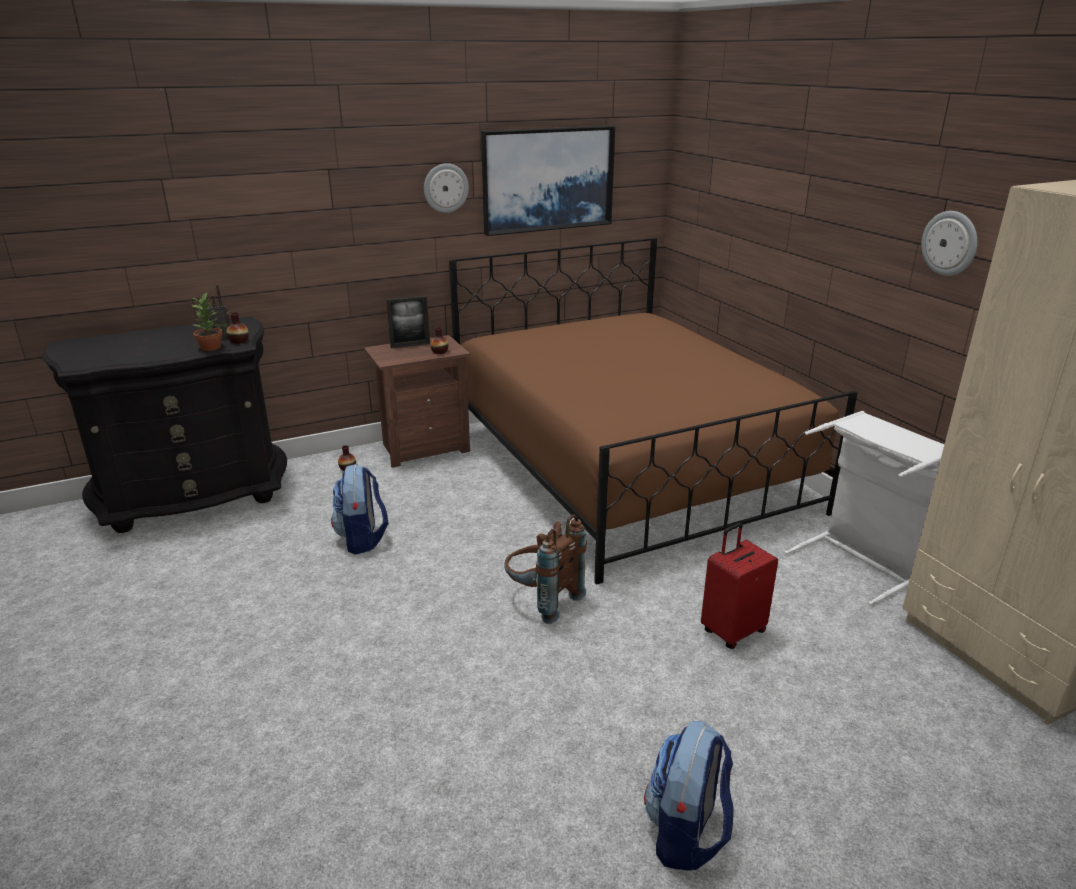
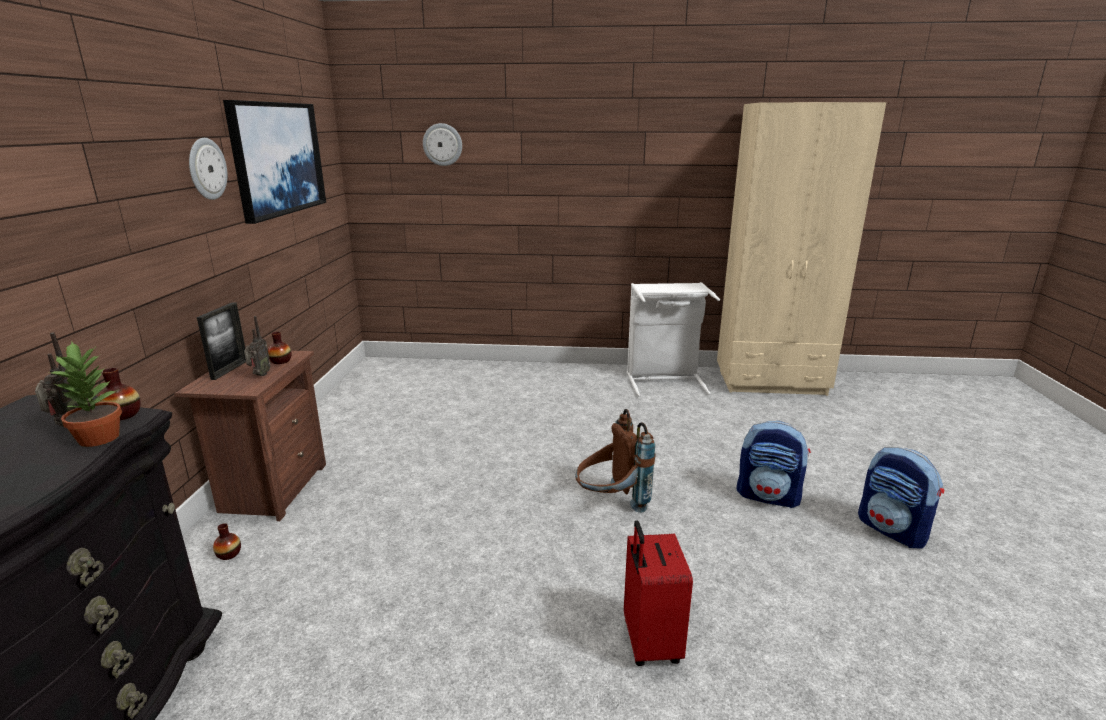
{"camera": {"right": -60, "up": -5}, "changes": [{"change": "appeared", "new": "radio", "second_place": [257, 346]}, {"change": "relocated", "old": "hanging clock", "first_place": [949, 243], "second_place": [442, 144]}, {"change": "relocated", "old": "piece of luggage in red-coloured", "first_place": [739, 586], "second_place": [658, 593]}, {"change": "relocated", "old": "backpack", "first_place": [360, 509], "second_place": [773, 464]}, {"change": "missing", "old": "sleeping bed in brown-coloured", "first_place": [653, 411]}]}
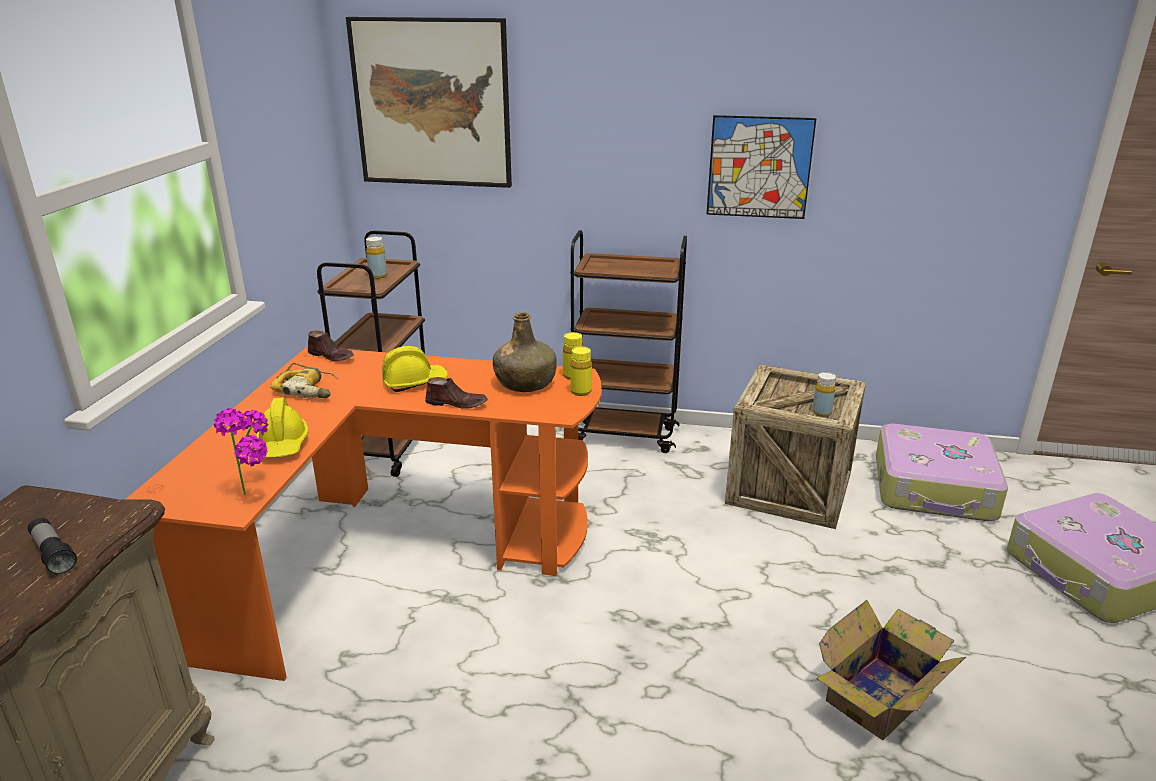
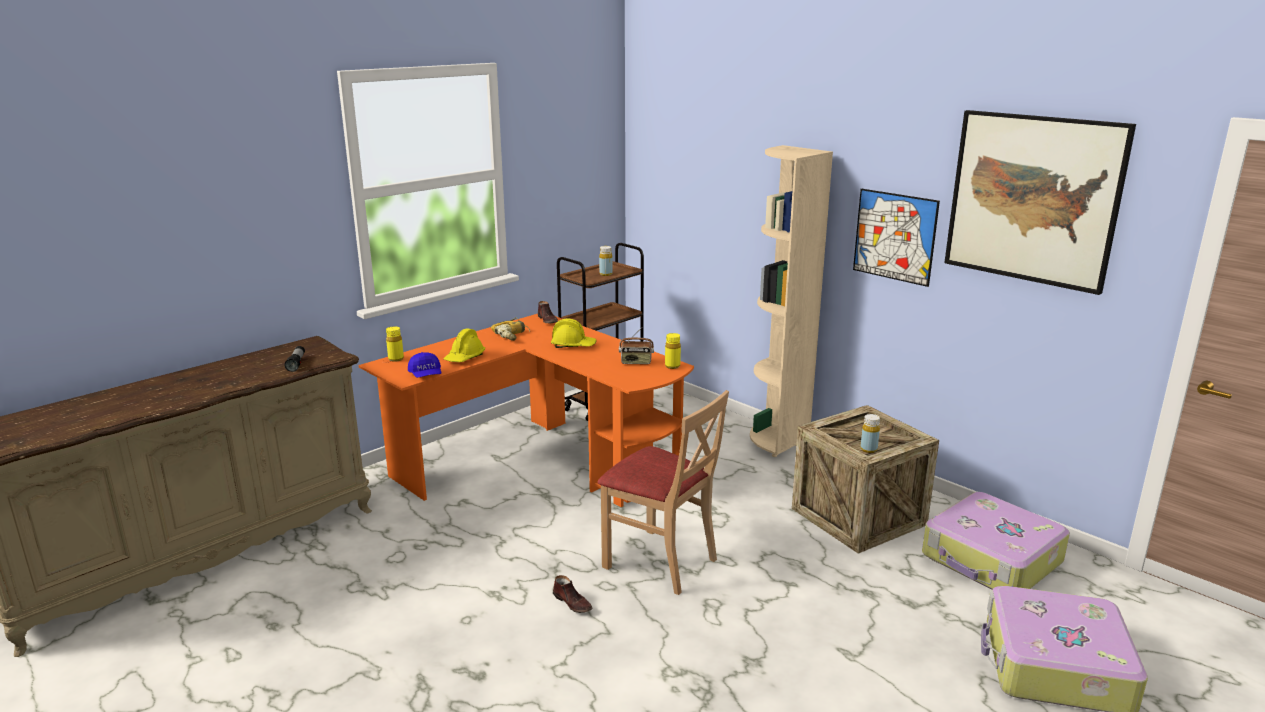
{"camera": {"right": 35, "up": -5}, "changes": [{"change": "relocated", "old": "beverage bottle in yellowish", "first_place": [581, 371], "second_place": [395, 344]}, {"change": "exchanged", "old": "houseplant", "new": "peaked cap in blue-coloured", "first_place": [241, 451], "second_place": [425, 365]}, {"change": "relocated", "old": "shoe in brown-coloured", "first_place": [456, 392], "second_place": [572, 594]}, {"change": "appeared", "new": "upright chair in beige", "second_place": [663, 492]}, {"change": "exchanged", "old": "beverage bottle in green", "new": "radio", "first_place": [525, 352], "second_place": [636, 345]}, {"change": "exchanged", "old": "trolley in brown-coloured", "new": "bookcase in beige", "first_place": [628, 341], "second_place": [791, 301]}, {"change": "relocated", "old": "wall art", "first_place": [429, 102], "second_place": [1040, 202]}, {"change": "missing", "old": "packing box", "first_place": [891, 670]}]}
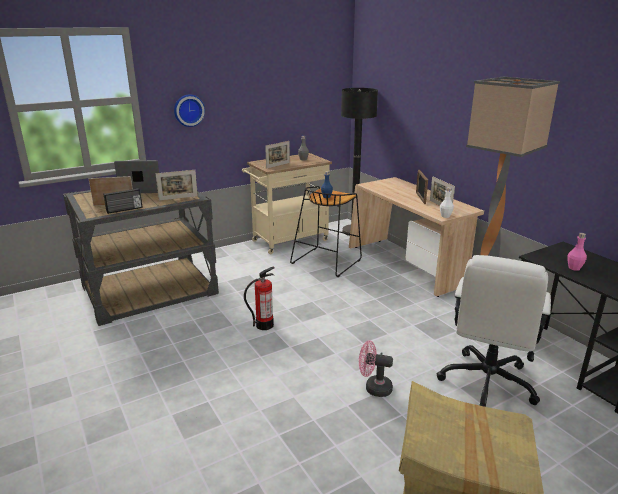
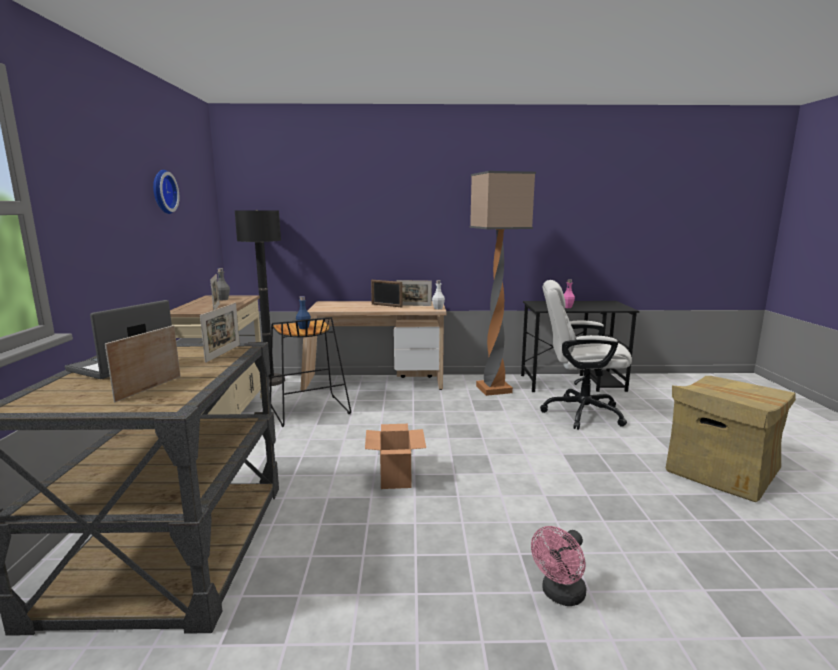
{"camera": {"right": -60, "up": -10}, "changes": [{"change": "relocated", "old": "hanging clock", "first_place": [189, 110], "second_place": [166, 192]}, {"change": "exchanged", "old": "fire extinguisher", "new": "packing box", "first_place": [259, 298], "second_place": [395, 456]}, {"change": "relocated", "old": "fan in pink-coloured", "first_place": [376, 368], "second_place": [558, 566]}, {"change": "spun", "old": "desk chair in whitish", "first_place": [494, 331], "second_place": [586, 355], "degrees": 135}, {"change": "missing", "old": "radio", "first_place": [122, 201]}]}
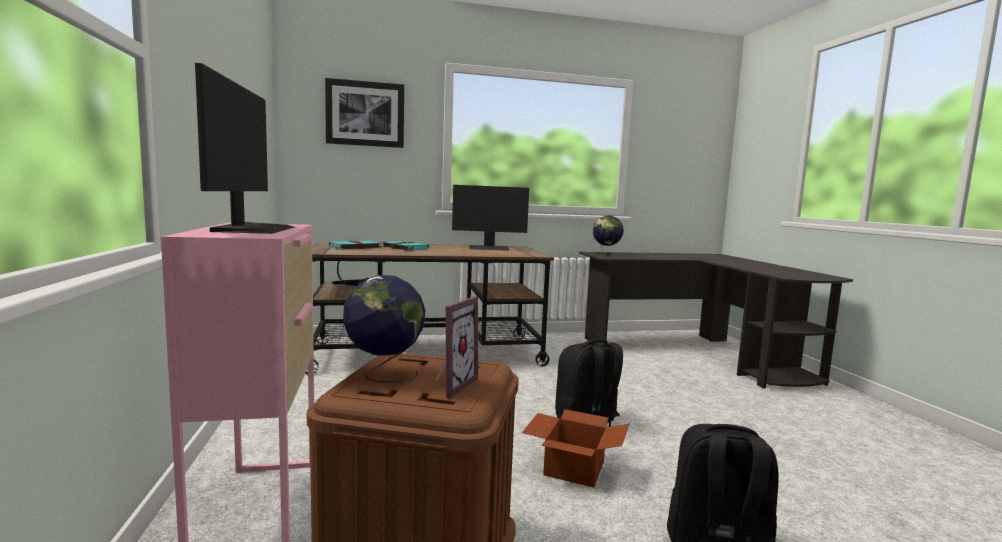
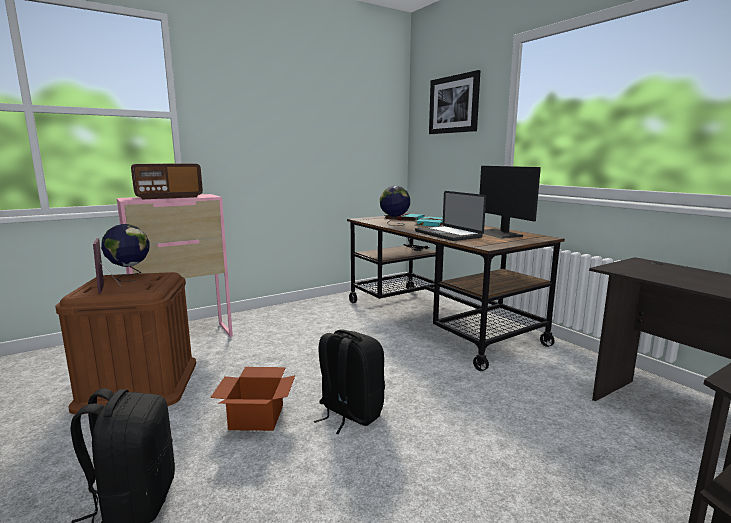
{"camera": {"right": 70, "up": 5}, "changes": [{"change": "spun", "old": "picture frame", "first_place": [456, 347], "second_place": [107, 266], "degrees": 60}, {"change": "exchanged", "old": "computer display", "new": "radio", "first_place": [244, 148], "second_place": [167, 181]}, {"change": "relocated", "old": "desk globe", "first_place": [608, 235], "second_place": [395, 206]}, {"change": "appeared", "new": "laptop", "second_place": [450, 216]}]}
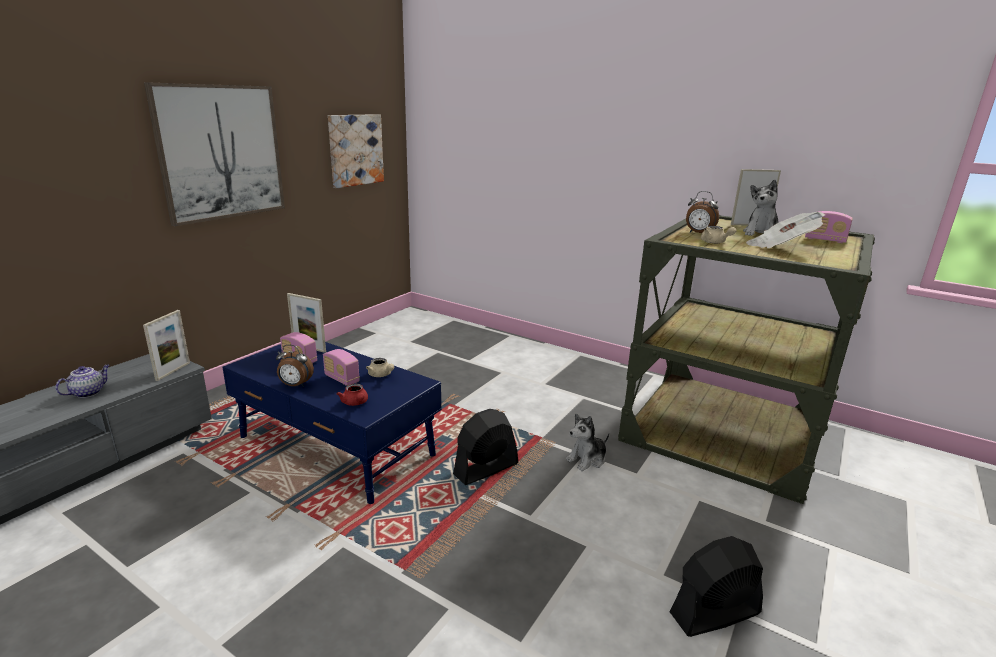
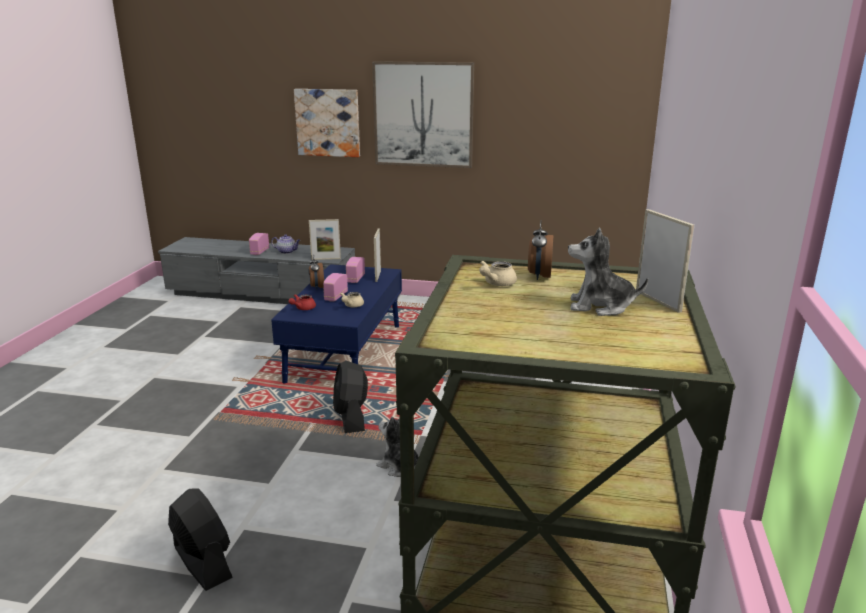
{"camera": {"right": 70, "up": 0}, "changes": [{"change": "relocated", "old": "radio", "first_place": [829, 227], "second_place": [259, 244]}, {"change": "relocated", "old": "wall art", "first_place": [356, 151], "second_place": [327, 123]}, {"change": "spun", "old": "fan in black", "first_place": [485, 447], "second_place": [350, 397], "degrees": -135}, {"change": "missing", "old": "daily paper", "first_place": [785, 230]}]}
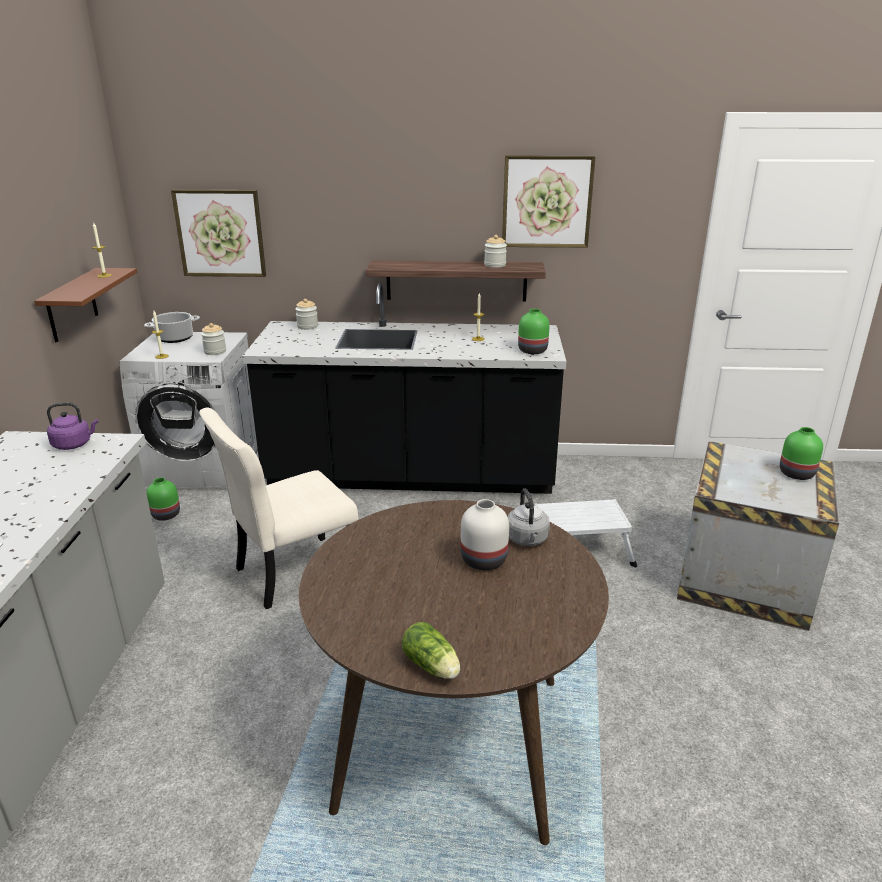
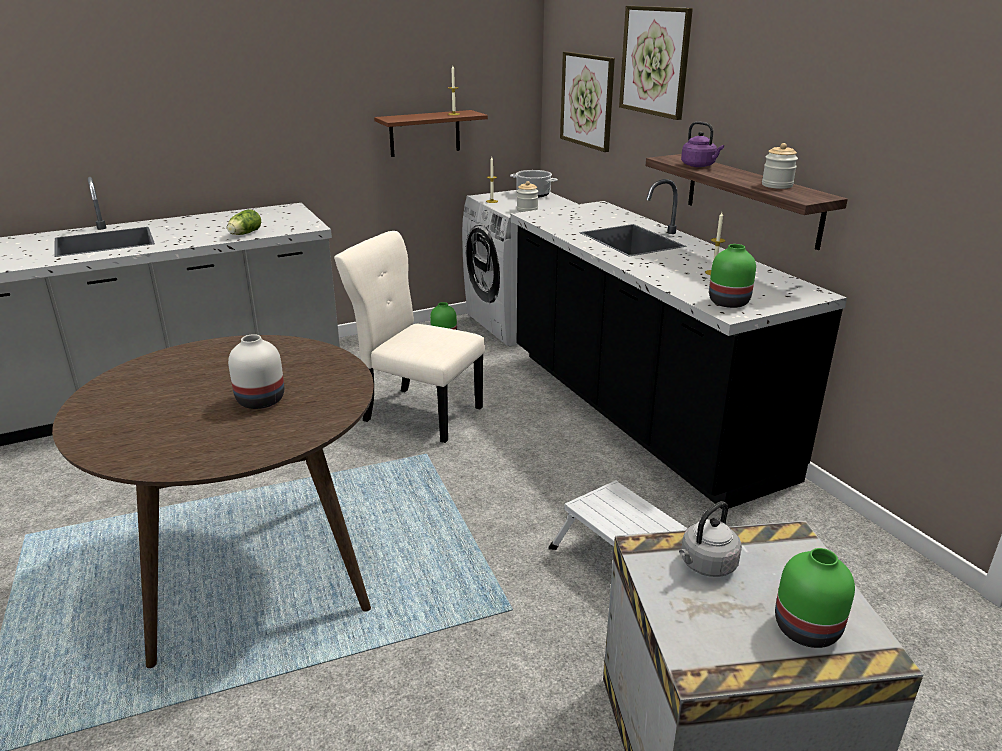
{"camera": {"right": 60, "up": 0}, "changes": [{"change": "relocated", "old": "head of lettuce", "first_place": [431, 650], "second_place": [244, 222]}, {"change": "relocated", "old": "wall art", "first_place": [549, 201], "second_place": [656, 63]}, {"change": "relocated", "old": "water kettle in gray", "first_place": [528, 517], "second_place": [710, 539]}, {"change": "relocated", "old": "water kettle in purplish", "first_place": [73, 426], "second_place": [702, 144]}, {"change": "missing", "old": "jar", "first_place": [306, 314]}]}
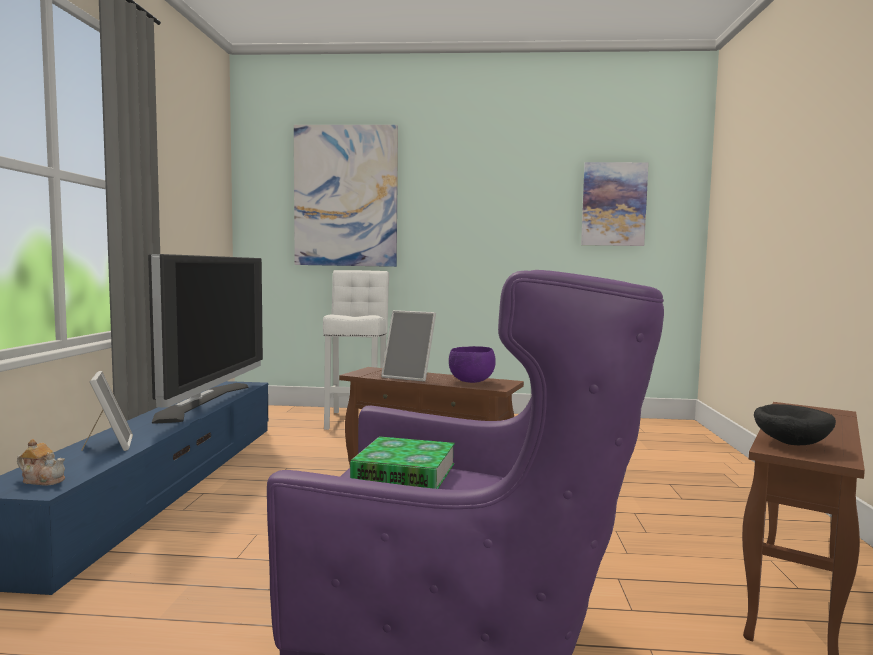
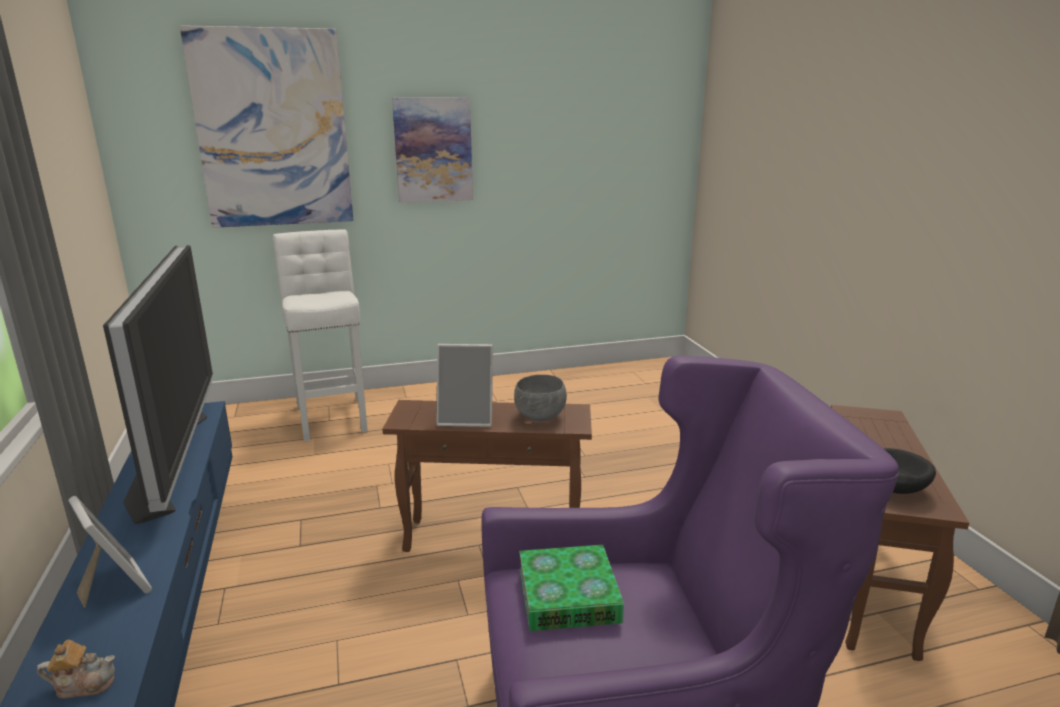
{"camera": {"right": -20, "up": 15}, "changes": [{"change": "relocated", "old": "wall art", "first_place": [615, 204], "second_place": [432, 150]}, {"change": "colour", "old": "deep dish in purplish", "new": "deep dish in gray", "first_place": [472, 364], "second_place": [540, 398]}]}
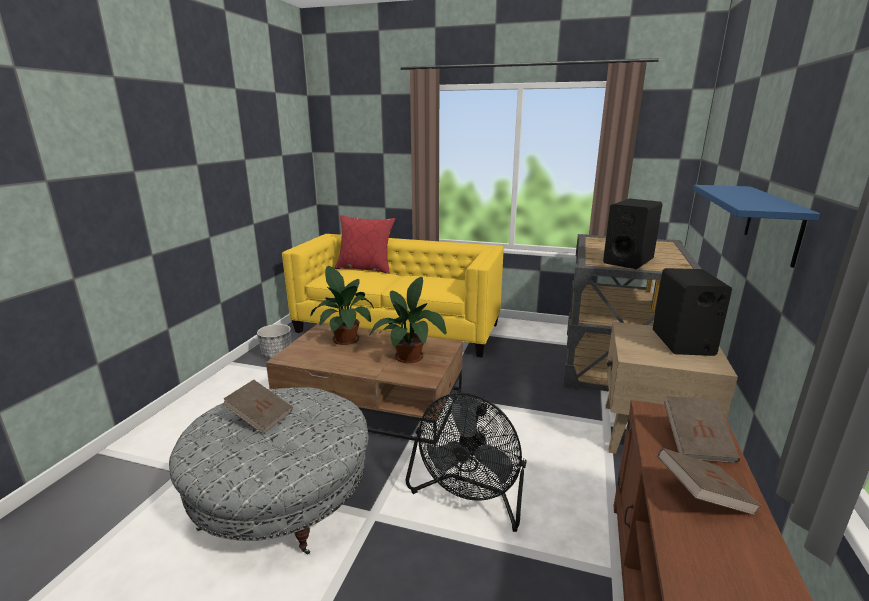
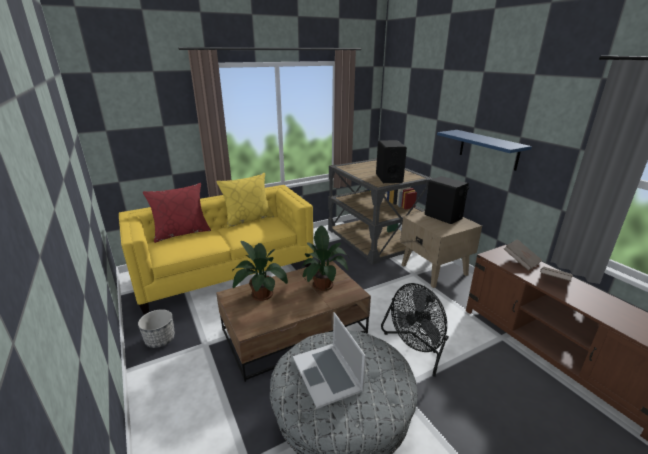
{"camera": {"right": -45, "up": 5}, "changes": [{"change": "appeared", "new": "pillow in yellowish", "second_place": [245, 200]}, {"change": "exchanged", "old": "book in brown-coloured", "new": "laptop", "first_place": [258, 407], "second_place": [329, 360]}, {"change": "spun", "old": "fan in black", "first_place": [466, 462], "second_place": [415, 330], "degrees": 75}]}
